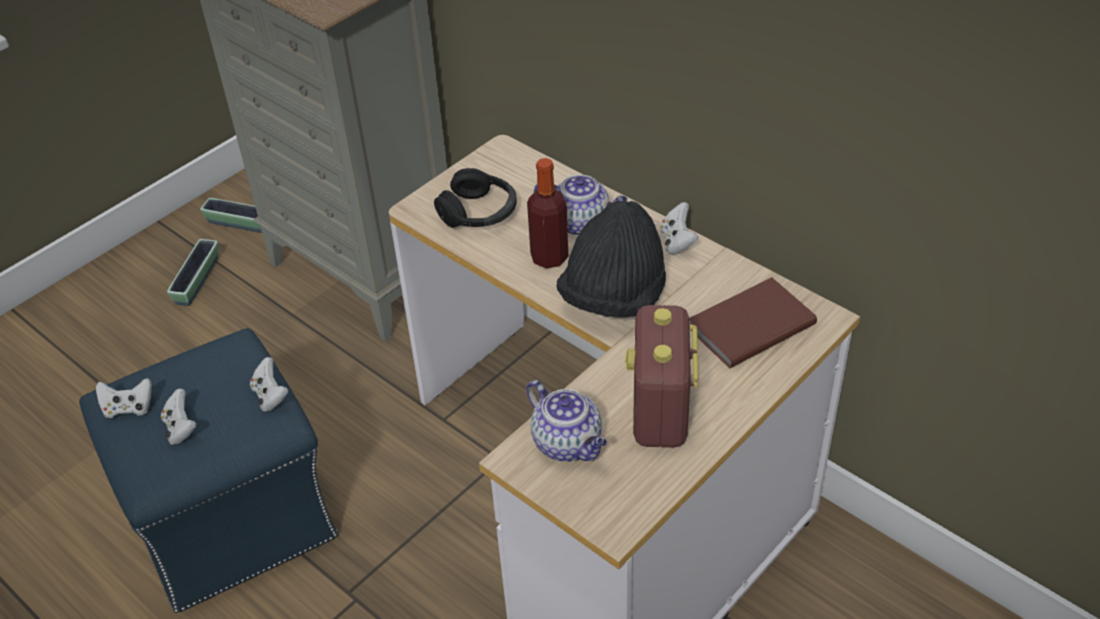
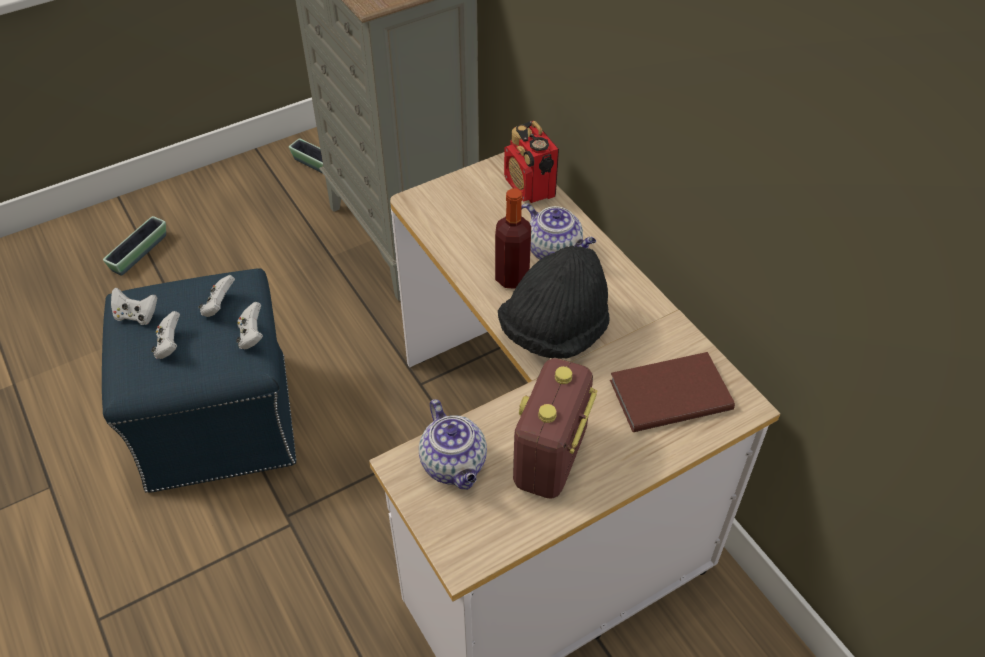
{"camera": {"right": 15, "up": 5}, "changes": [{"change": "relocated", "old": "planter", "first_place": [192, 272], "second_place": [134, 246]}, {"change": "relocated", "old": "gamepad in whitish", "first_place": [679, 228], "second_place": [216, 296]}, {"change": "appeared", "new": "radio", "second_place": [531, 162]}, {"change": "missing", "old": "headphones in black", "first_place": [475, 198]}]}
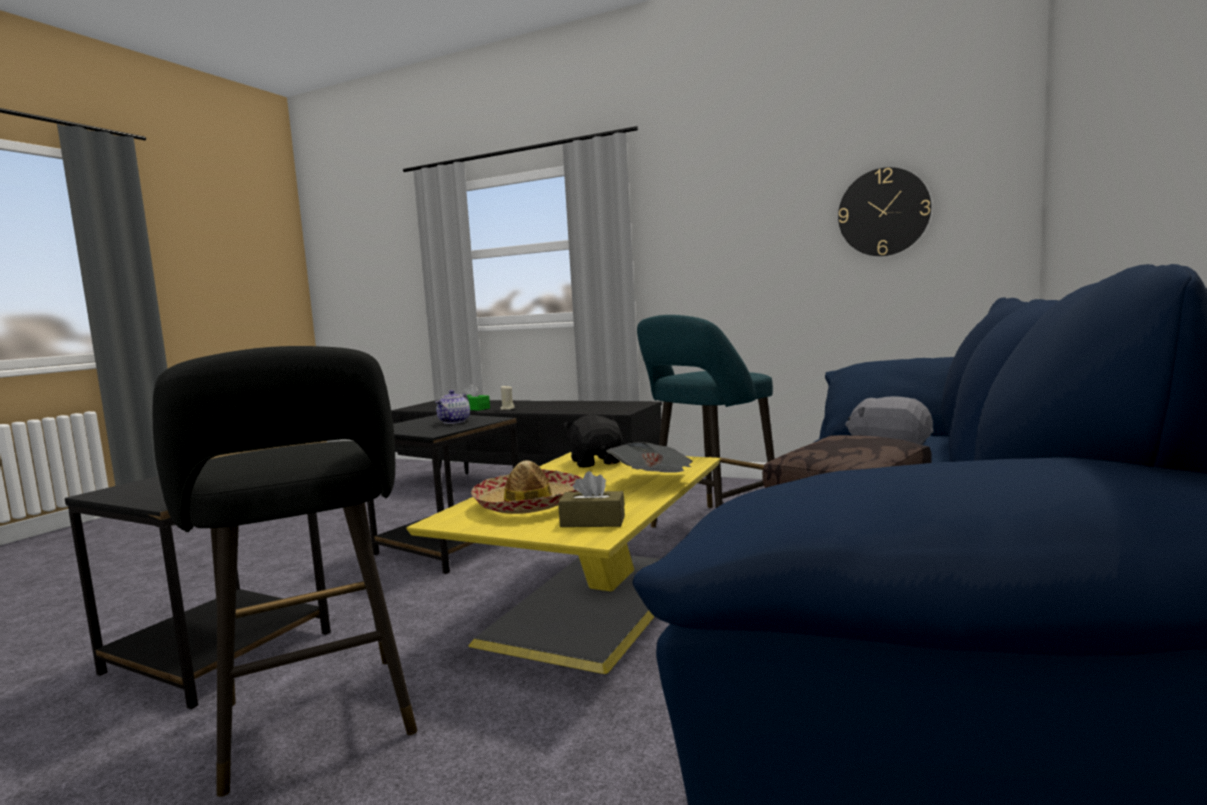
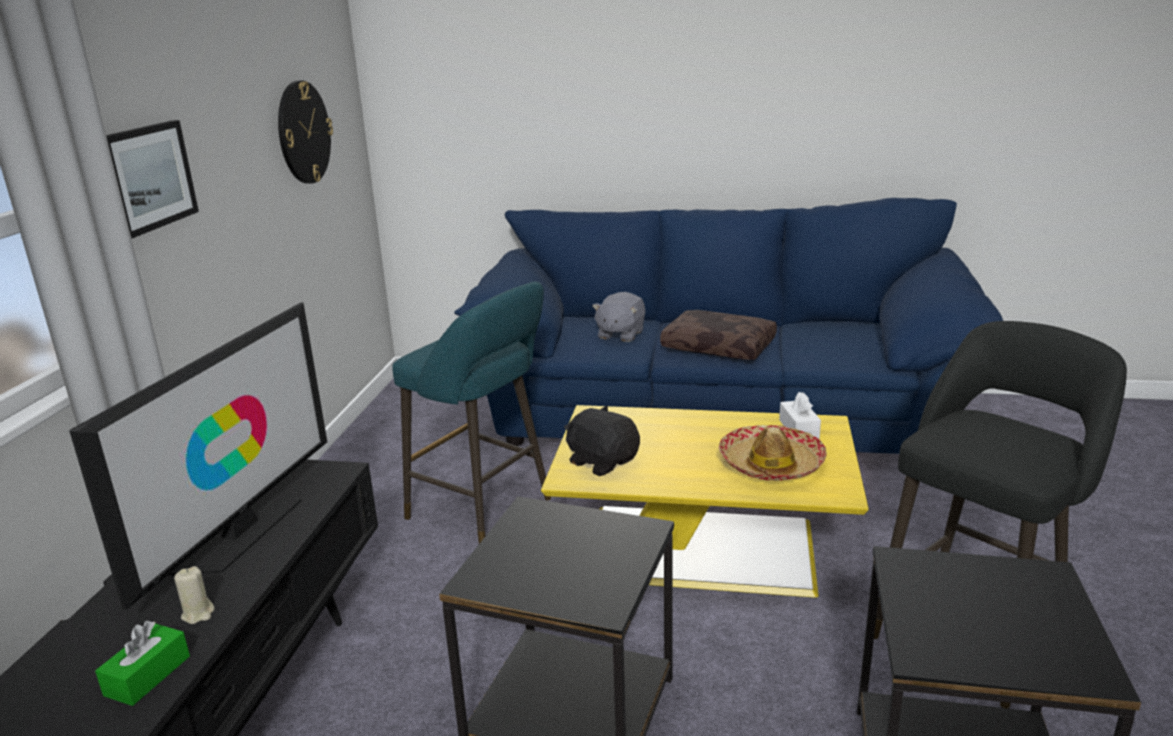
{"camera": {"right": -105, "up": 15}, "changes": [{"change": "appeared", "new": "television", "second_place": [198, 456]}, {"change": "appeared", "new": "wall art", "second_place": [152, 179]}, {"change": "spun", "old": "cuddly toy in black", "first_place": [593, 441], "second_place": [602, 441], "degrees": 75}, {"change": "colour", "old": "tissue holder in brown-coloured", "new": "tissue holder in whitish", "first_place": [591, 499], "second_place": [800, 415]}, {"change": "missing", "old": "teapot", "first_place": [452, 407]}, {"change": "missing", "old": "daily paper", "first_place": [649, 457]}]}
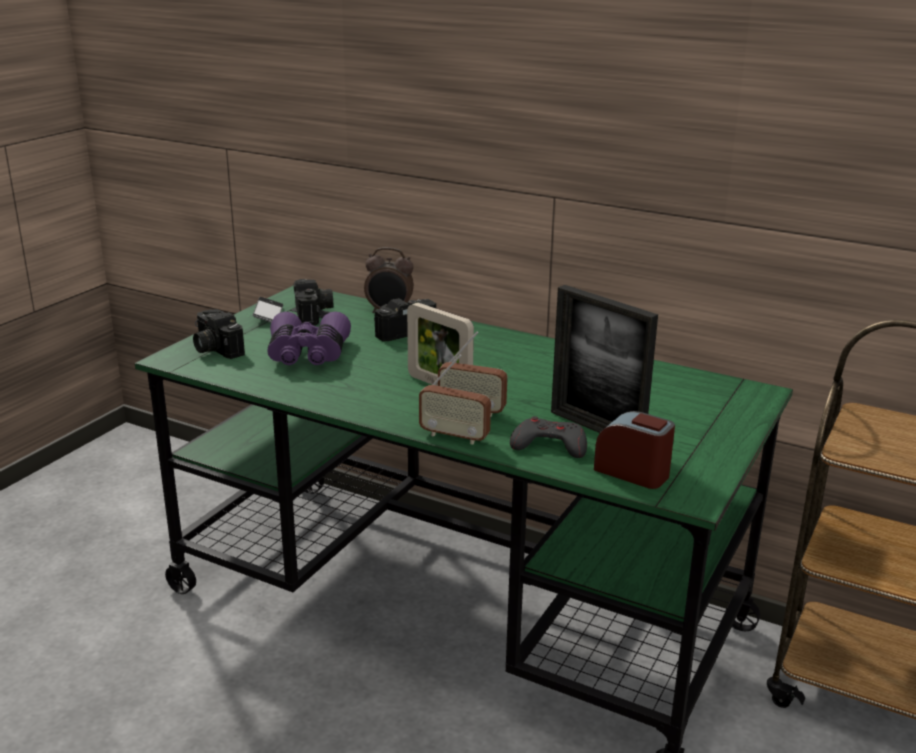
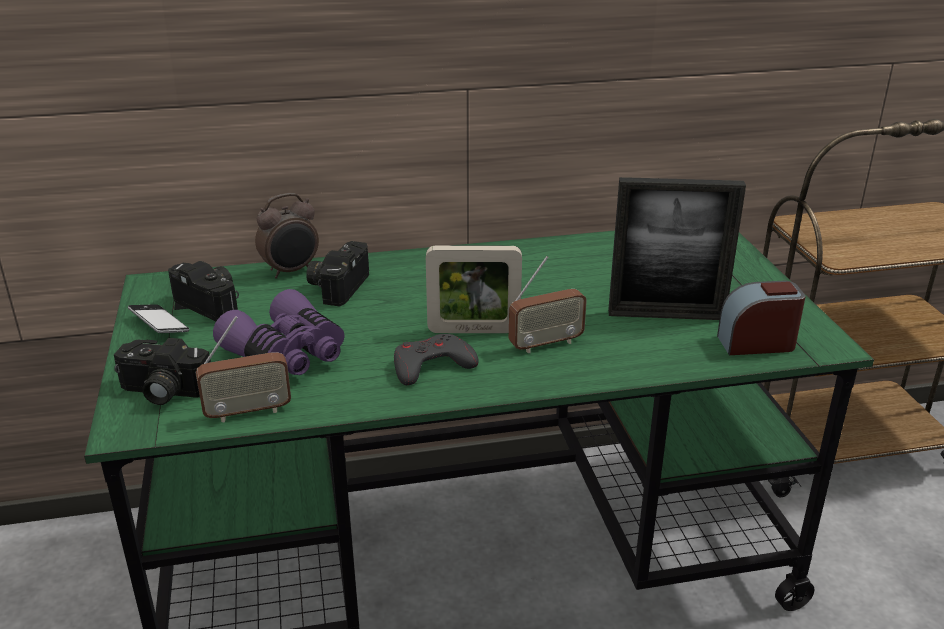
{"camera": {"right": -40, "up": 5}, "changes": [{"change": "relocated", "old": "radio", "first_place": [455, 399], "second_place": [243, 369]}, {"change": "relocated", "old": "gamepad in gray", "first_place": [548, 437], "second_place": [436, 359]}]}
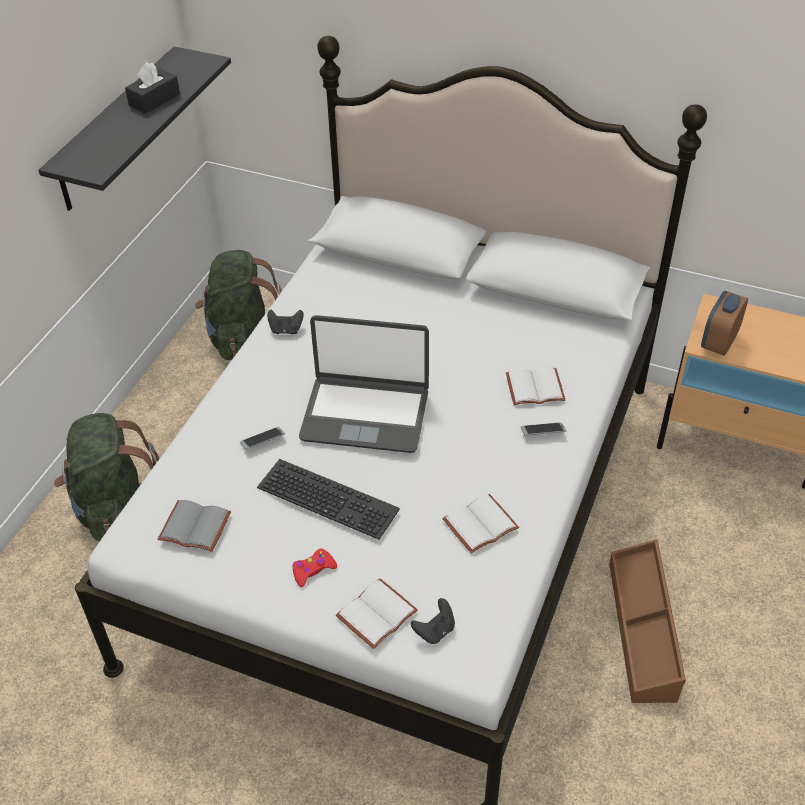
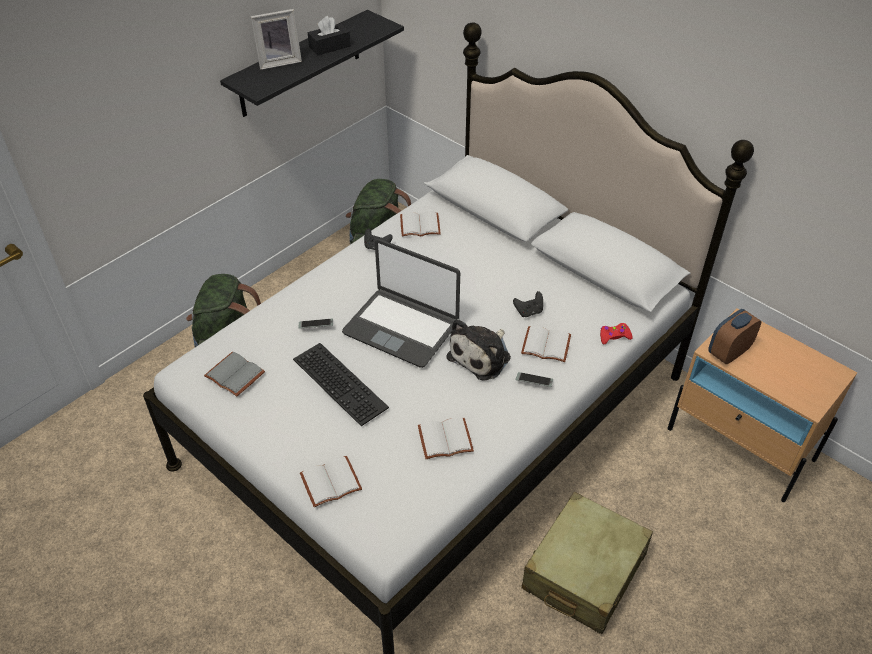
{"camera": {"right": 20, "up": 0}, "changes": [{"change": "appeared", "new": "picture frame", "second_place": [276, 39]}, {"change": "appeared", "new": "book in whitish", "second_place": [420, 223]}, {"change": "appeared", "new": "cuddly toy", "second_place": [478, 350]}, {"change": "relocated", "old": "gamepad in black", "first_place": [433, 621], "second_place": [528, 304]}, {"change": "exchanged", "old": "storage box in brown-coloured", "new": "piece of luggage in beige", "first_place": [647, 621], "second_place": [587, 563]}, {"change": "relocated", "old": "gamepad in red-coloured", "first_place": [314, 568], "second_place": [616, 333]}]}
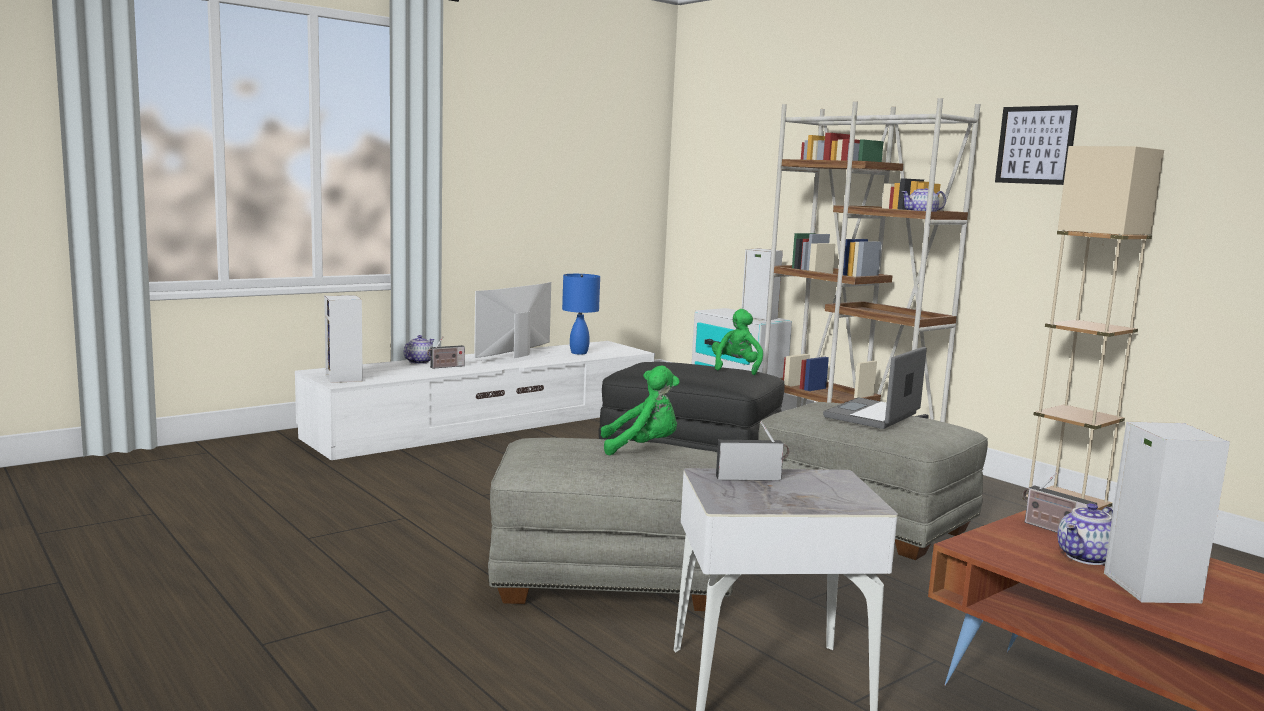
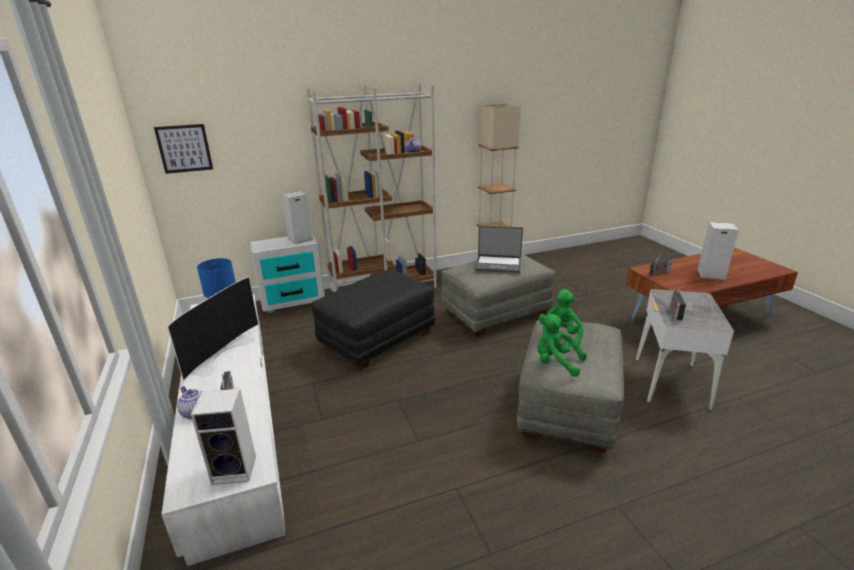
{"camera": {"right": -70, "up": 15}, "changes": [{"change": "relocated", "old": "wall art", "first_place": [1036, 145], "second_place": [183, 149]}, {"change": "spun", "old": "television", "first_place": [512, 323], "second_place": [213, 329], "degrees": -120}, {"change": "spun", "old": "laptop", "first_place": [875, 388], "second_place": [499, 249], "degrees": -45}, {"change": "relocated", "old": "cuddly toy in green", "first_place": [737, 342], "second_place": [562, 345]}, {"change": "missing", "old": "teapot", "first_place": [1085, 534]}]}
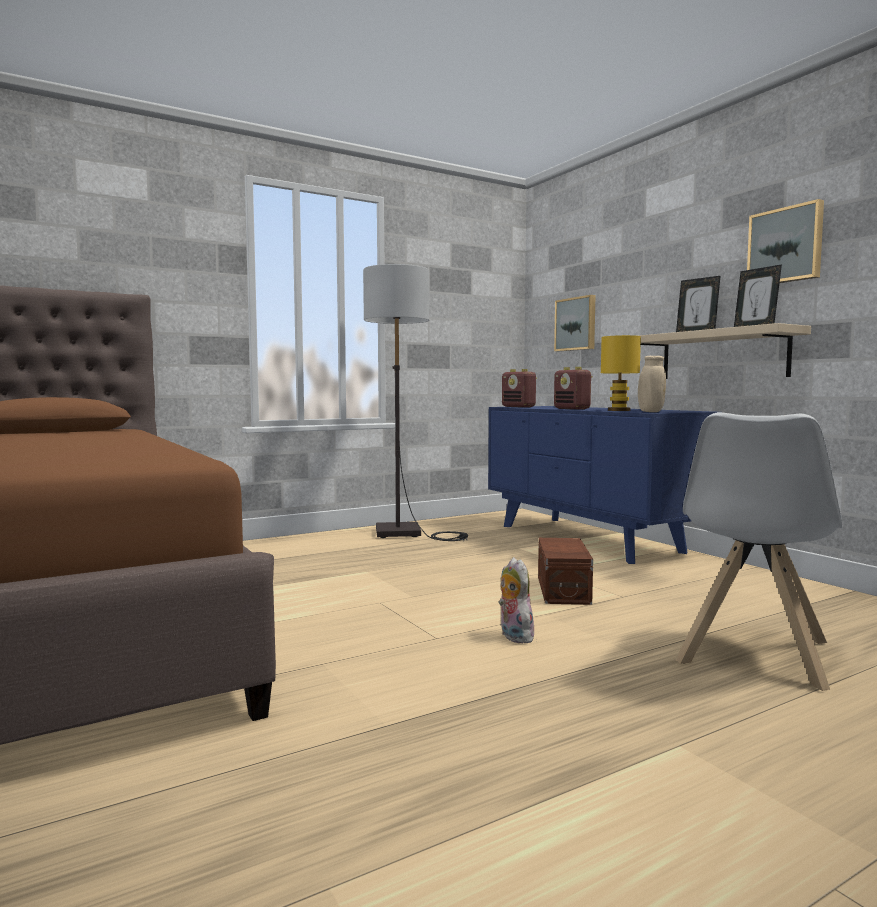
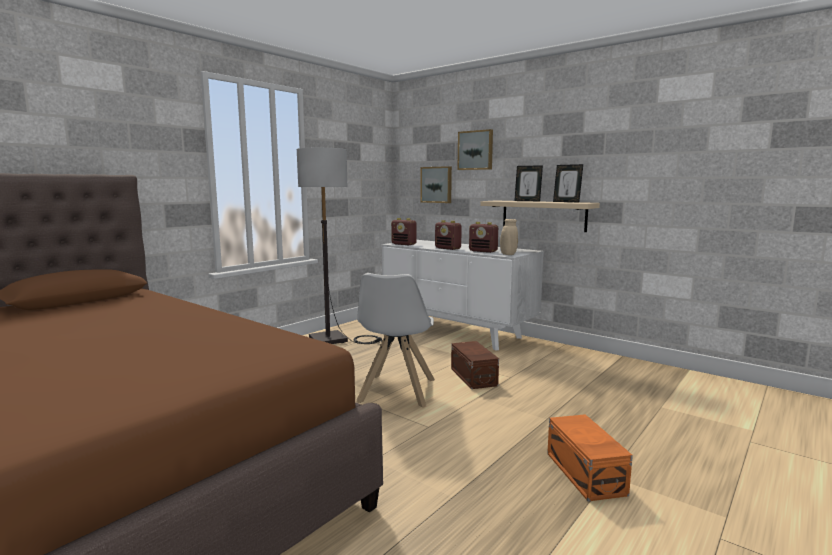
{"camera": {"right": -20, "up": 5}, "changes": [{"change": "relocated", "old": "upright chair", "first_place": [758, 551], "second_place": [395, 340]}, {"change": "colour", "old": "dresser in blue-coloured", "new": "dresser in whitish", "first_place": [602, 485], "second_place": [463, 295]}, {"change": "relocated", "old": "wall art", "first_place": [785, 241], "second_place": [475, 149]}, {"change": "exchanged", "old": "lamp for a table in yellowish", "new": "radio", "first_place": [621, 373], "second_place": [483, 237]}, {"change": "appeared", "new": "storage box in orangey", "second_place": [590, 457]}, {"change": "missing", "old": "cuddly toy", "first_place": [516, 600]}]}
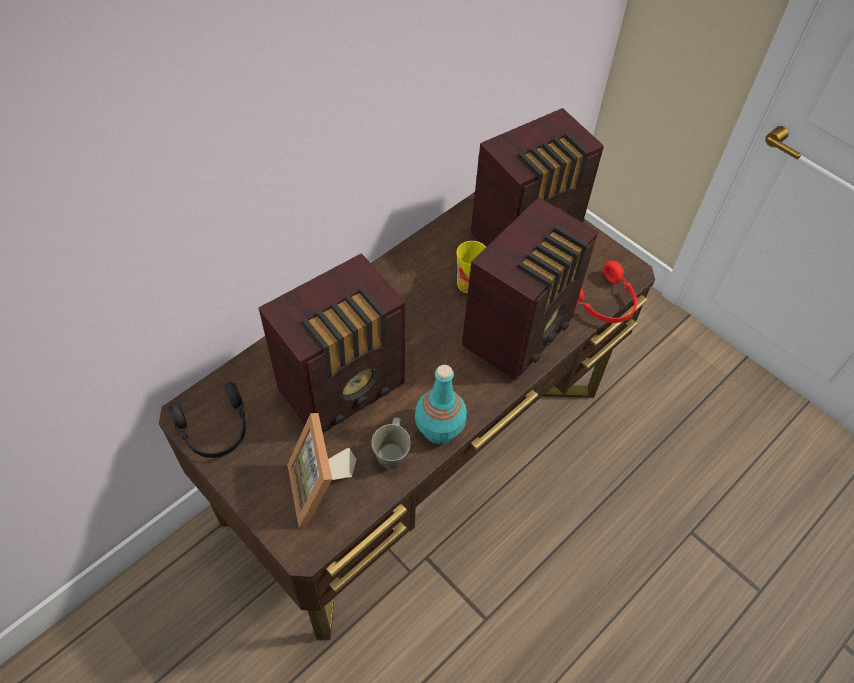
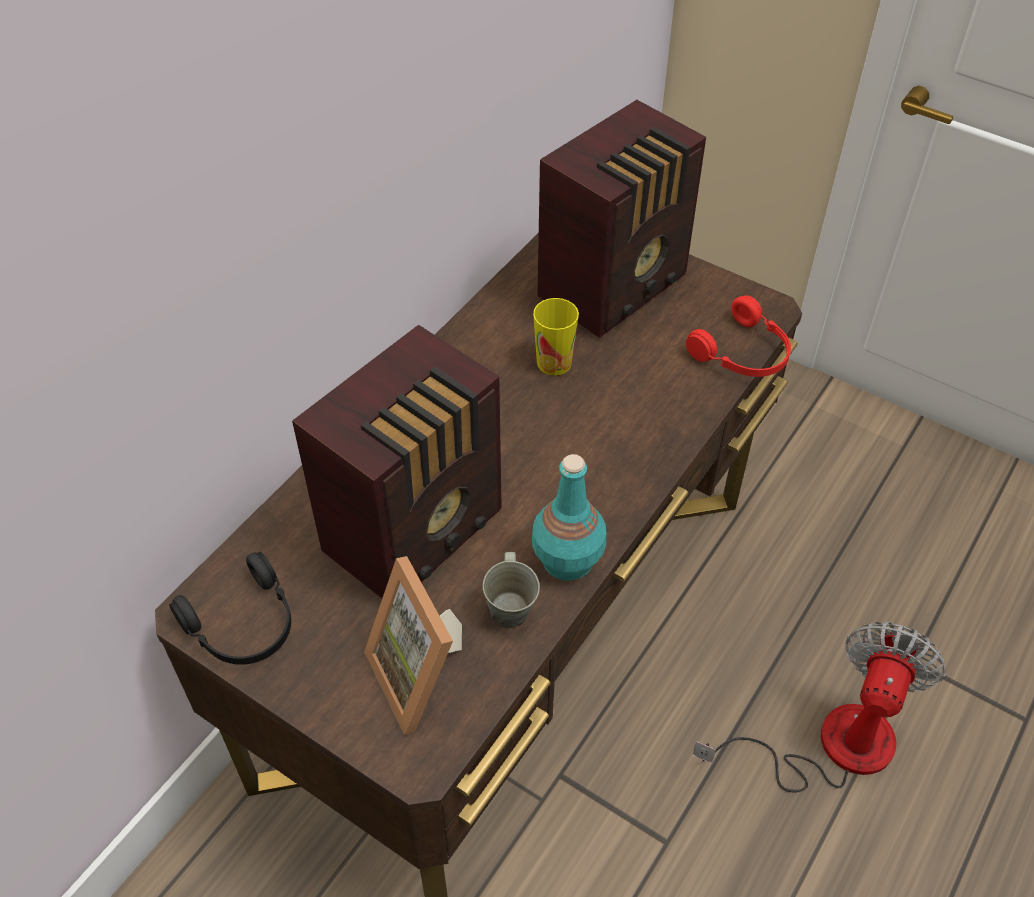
{"camera": {"right": -10, "up": -5}, "changes": [{"change": "appeared", "new": "fan", "second_place": [819, 707]}, {"change": "missing", "old": "radio", "first_place": [530, 289]}]}
